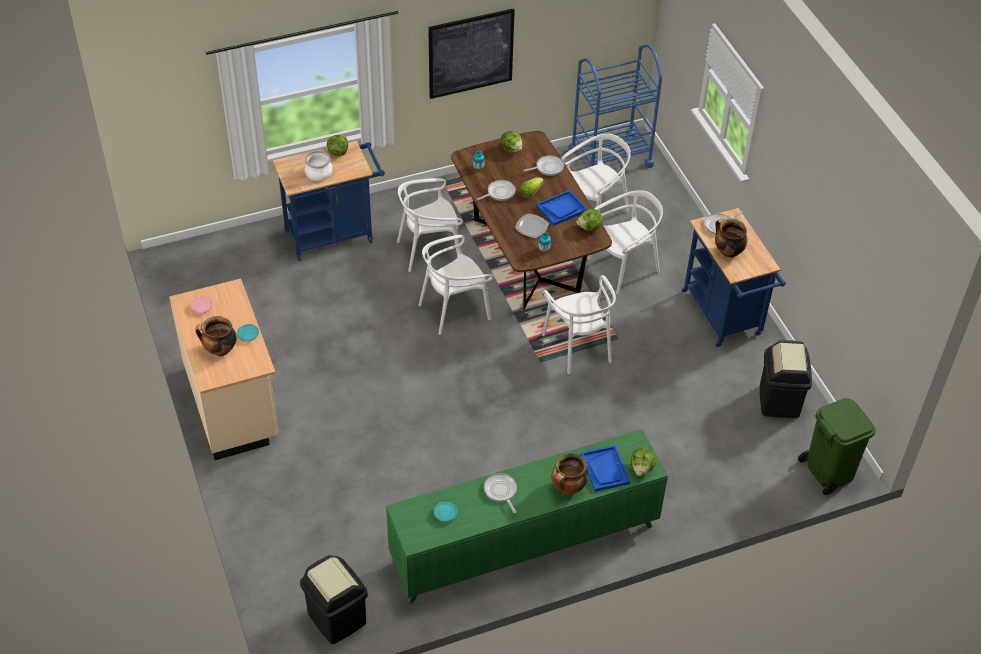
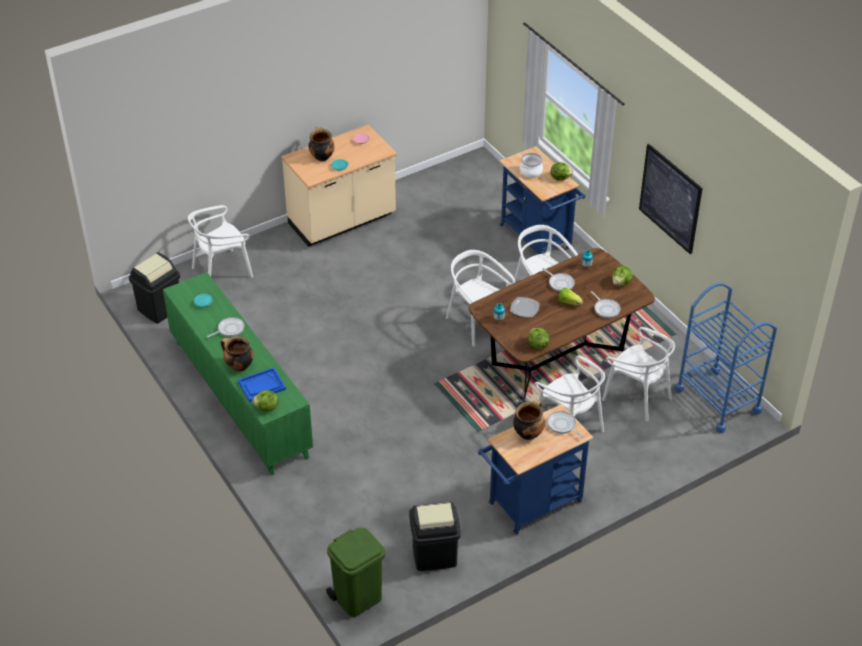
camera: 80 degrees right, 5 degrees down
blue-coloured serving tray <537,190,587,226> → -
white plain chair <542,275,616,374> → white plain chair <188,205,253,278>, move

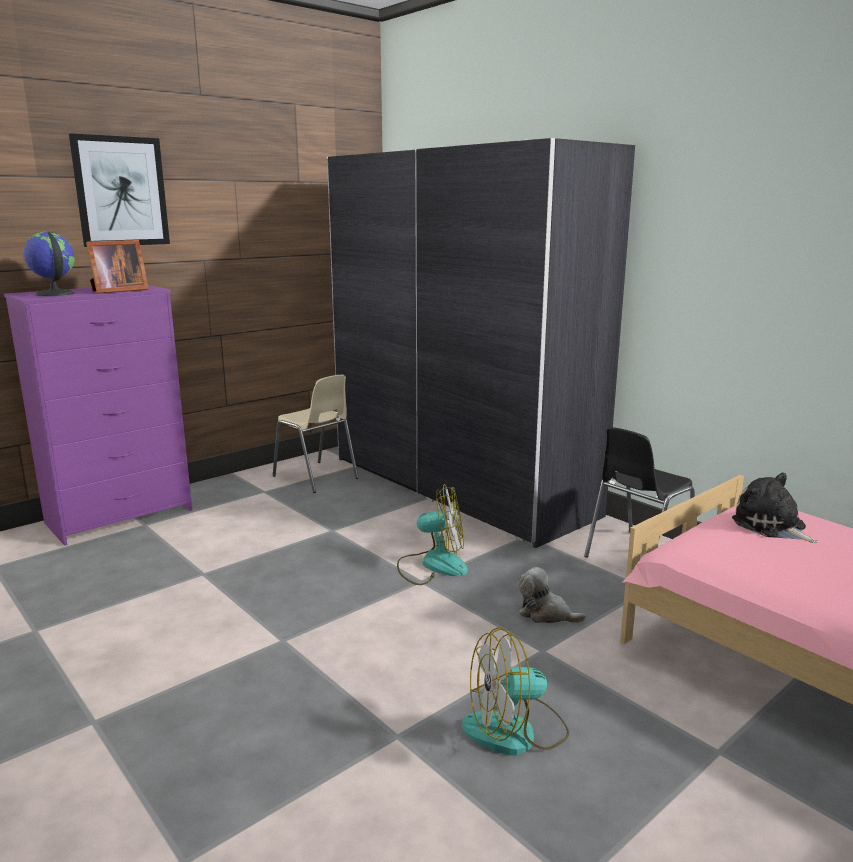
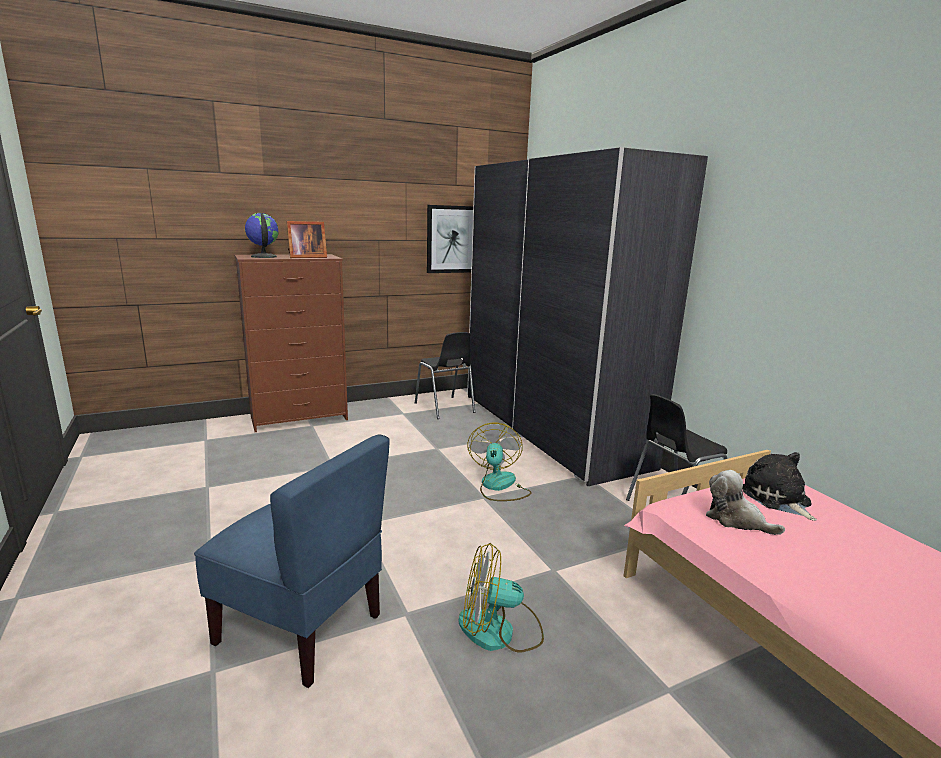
camera: 15 degrees right, 0 degrees up
wall picture <69,133,170,247> → wall picture <427,205,473,273>, move
purplish dresser <4,285,192,546> → brownish dresser <235,254,348,432>
beige-coloured plain chair <273,375,358,493> → black-coloured plain chair <415,332,475,419>
cooling fan <397,484,468,585> → cooling fan <467,423,531,501>, 105 degrees counterclockwise
plush toy <519,567,587,623> → plush toy <706,470,785,535>, move
- → blue-coloured plain chair <194,434,390,688>

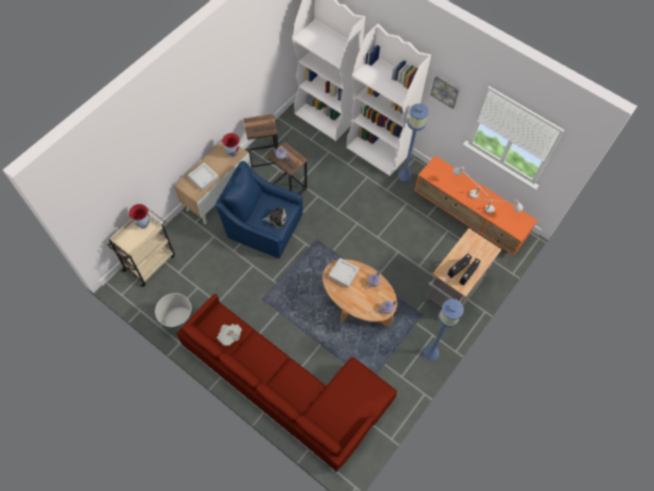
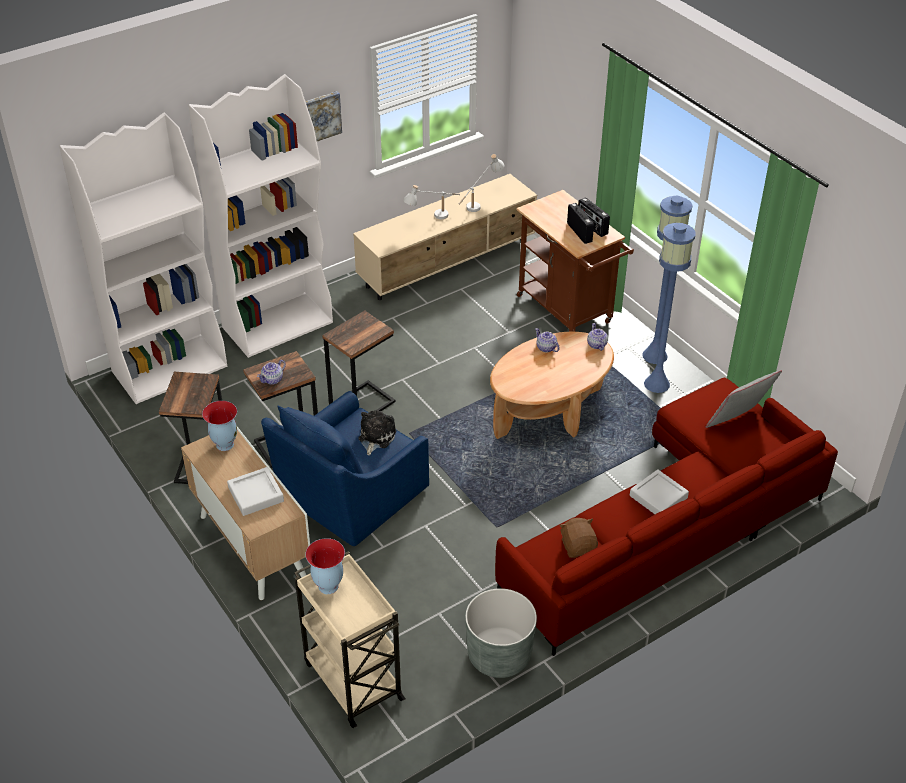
camera: 70 degrees left, 20 degrees down
blue-coloured standard lamp <398,103,429,181> → blue-coloured standard lamp <644,223,695,393>, move
orange-coloured tv unit <414,156,538,256> → beige-coloured tv unit <353,174,537,300>
greyish trolley <424,228,502,307> → brownish trolley <517,190,634,332>
greyish serving tray <329,258,359,288> → greyish serving tray <630,469,689,514>, move
printed paper <217,324,242,346> → brownish plush toy <559,518,598,558>
- → accent table <322,310,396,411>
- → greyish pillow <706,370,782,428>

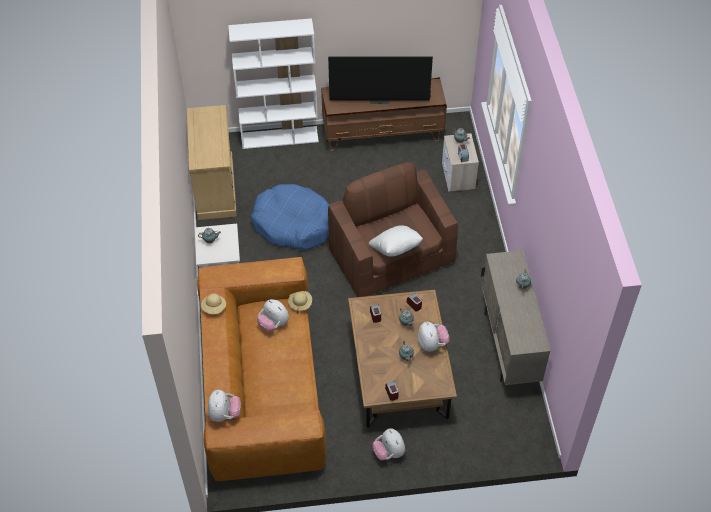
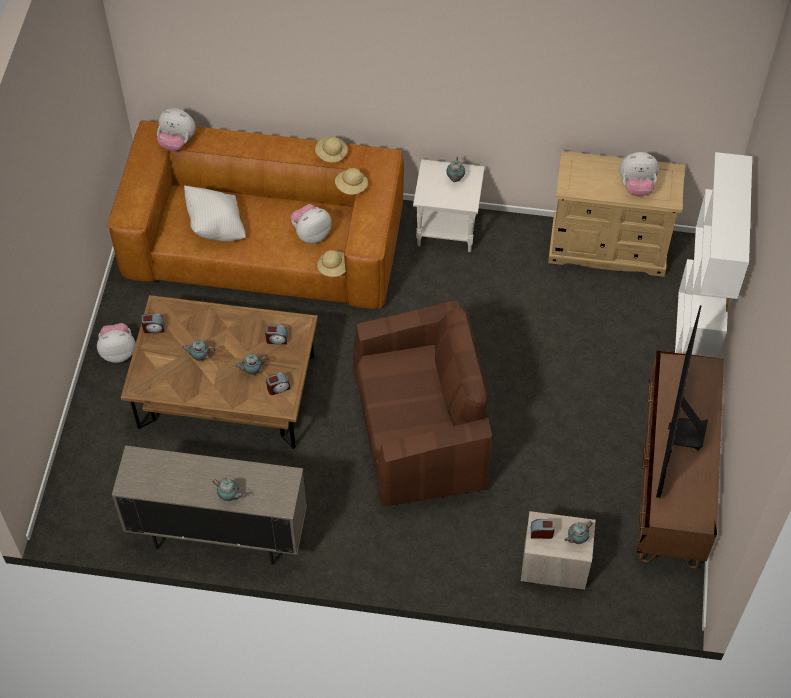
camera: 105 degrees right, 5 degrees up
blue-coloured dog bed <251,184,329,250> → -
white pillow <369,225,423,257> → white pillow <184,185,246,241>, move
plush toy <418,322,450,351> → plush toy <619,152,659,197>, move
- → beige-coloured hat <335,168,368,195>

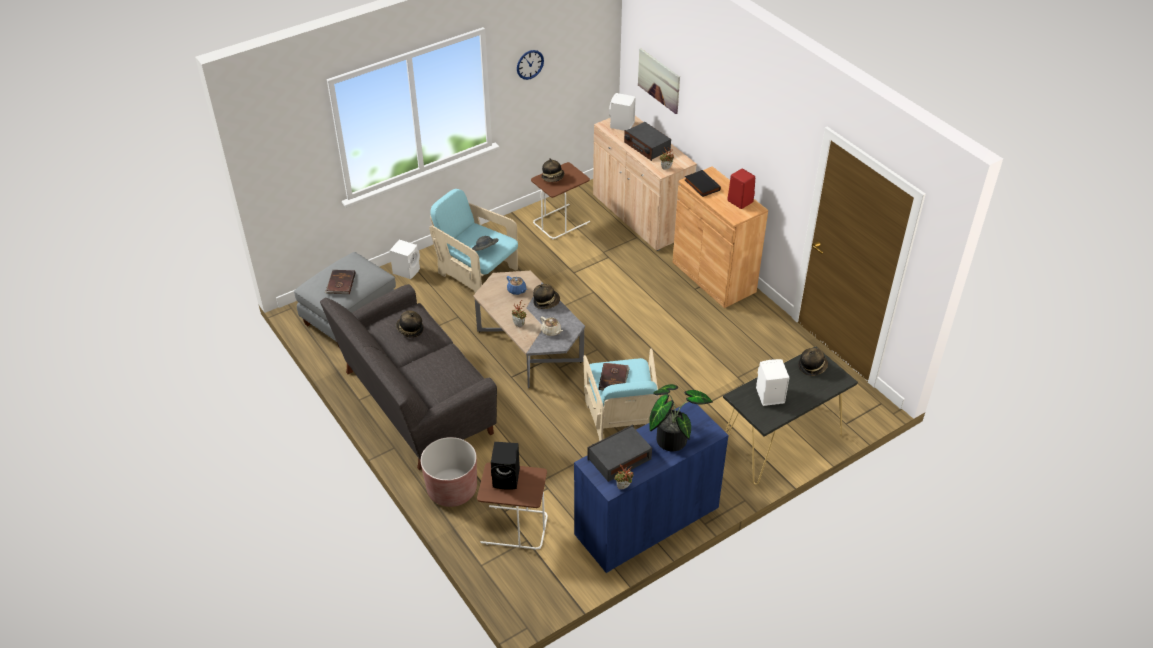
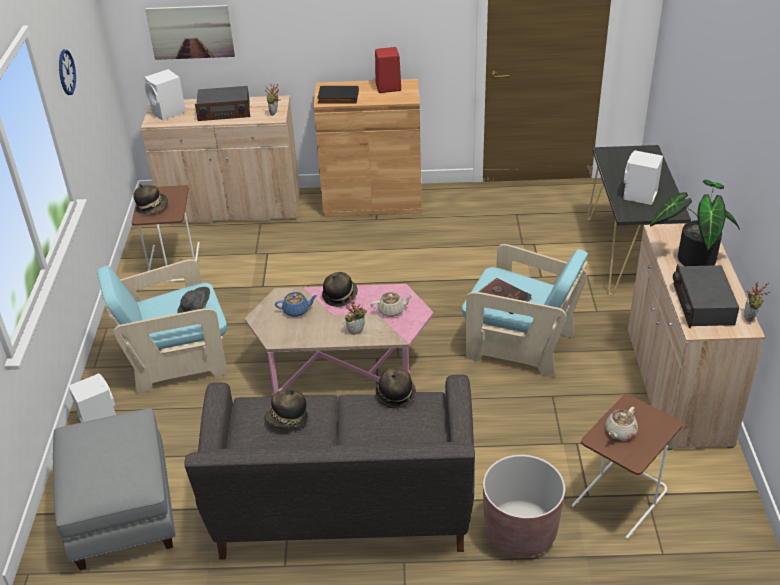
camera: 55 degrees left, 5 degrees down
brownish bound book <325,270,356,294> → -
greyish low table <473,271,585,388> → pinkish low table <245,284,433,394>
hat <798,348,828,376> → hat <376,367,416,409>, move
blue-coloured cabinet <574,402,729,573> → beige-coloured cabinet <628,224,765,450>
black-coloured speaker <491,442,520,490> → beige-coloured tea pot <605,407,638,440>

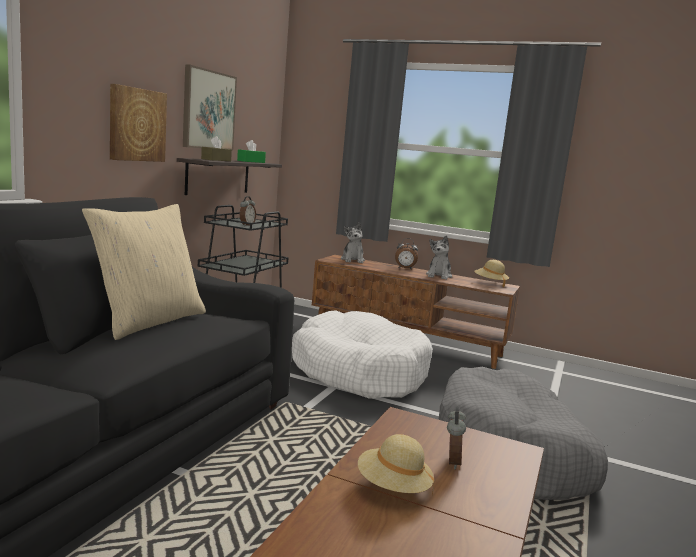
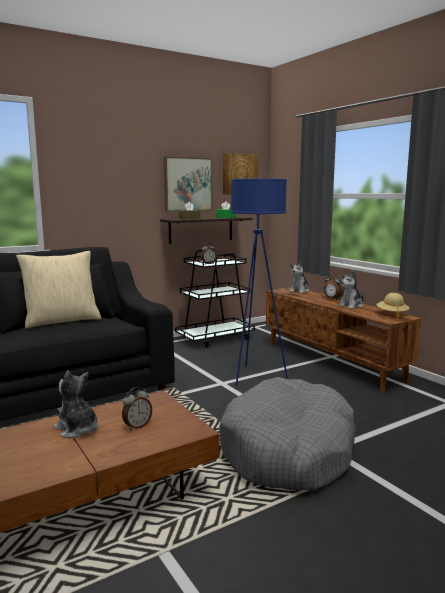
camera: 35 degrees right, 0 degrees up
wall picture <110,84,167,162> → wall picture <223,153,258,194>, move
white dog bed <292,310,433,399> → blue-coloured standard lamp <231,179,288,386>
beige-coloured hat <358,434,434,495> → plush toy <54,370,98,438>

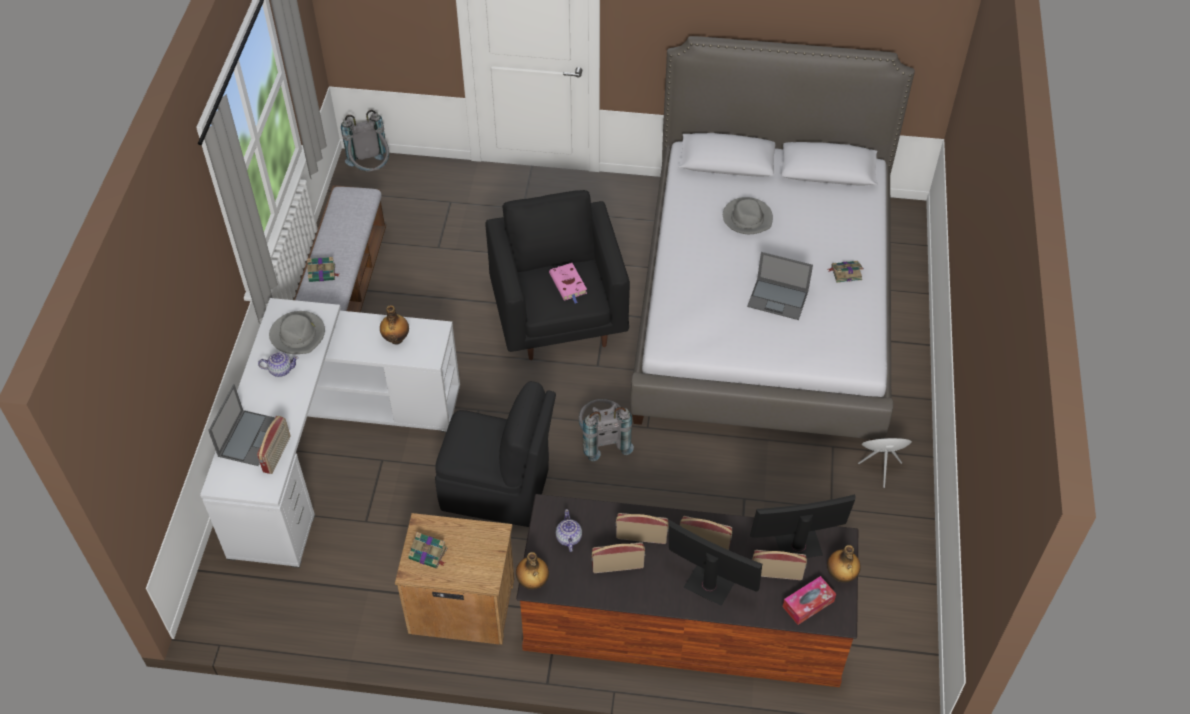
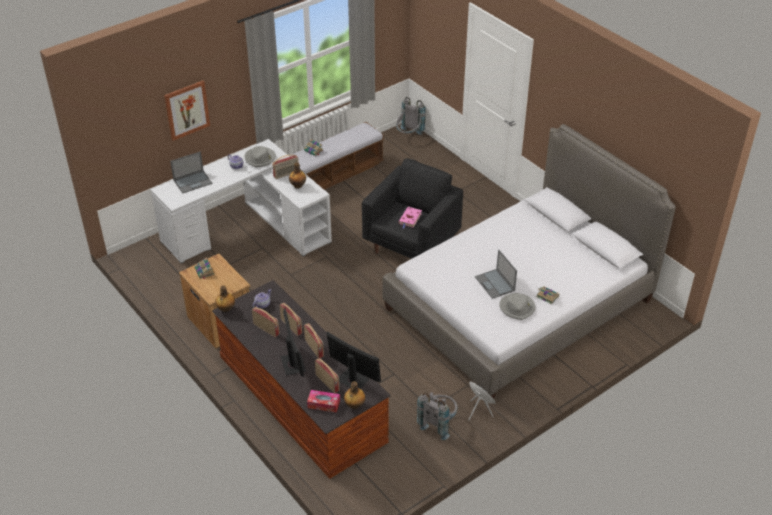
camera: 45 degrees right, 10 degrees down
greyish hat <723,197,773,234> → greyish hat <499,293,536,320>, move
black-coloured plain chair <435,381,556,527> → -
greyish knapsack <579,399,634,462> → greyish knapsack <417,392,458,440>, move
radio <257,416,290,474> → radio <272,155,299,179>, move
- → wall picture <164,81,210,141>

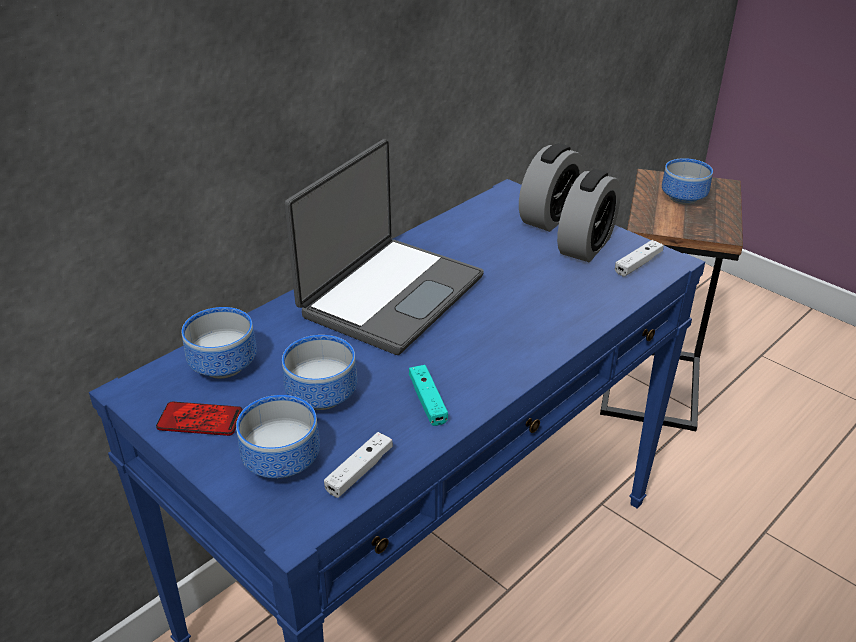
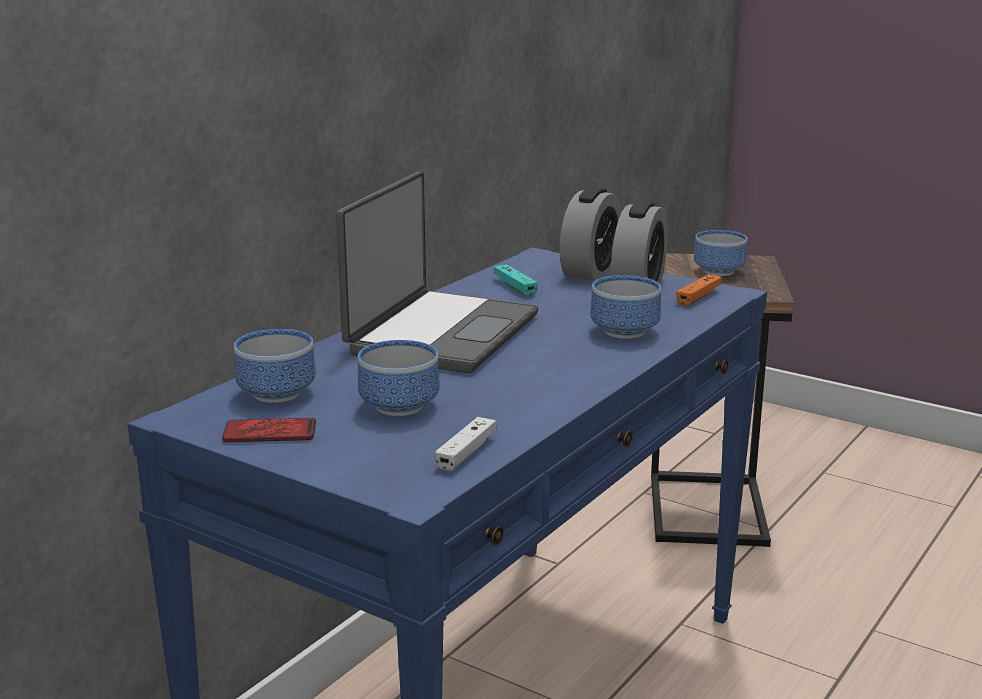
camera: 10 degrees left, 15 degrees down
white joypad <615,240,664,276> → orange-coloured joypad <676,274,722,306>
turquoise joypad <409,365,448,426> → turquoise joypad <494,264,538,296>, move
deep dish <236,395,320,478> → deep dish <591,275,661,339>, move

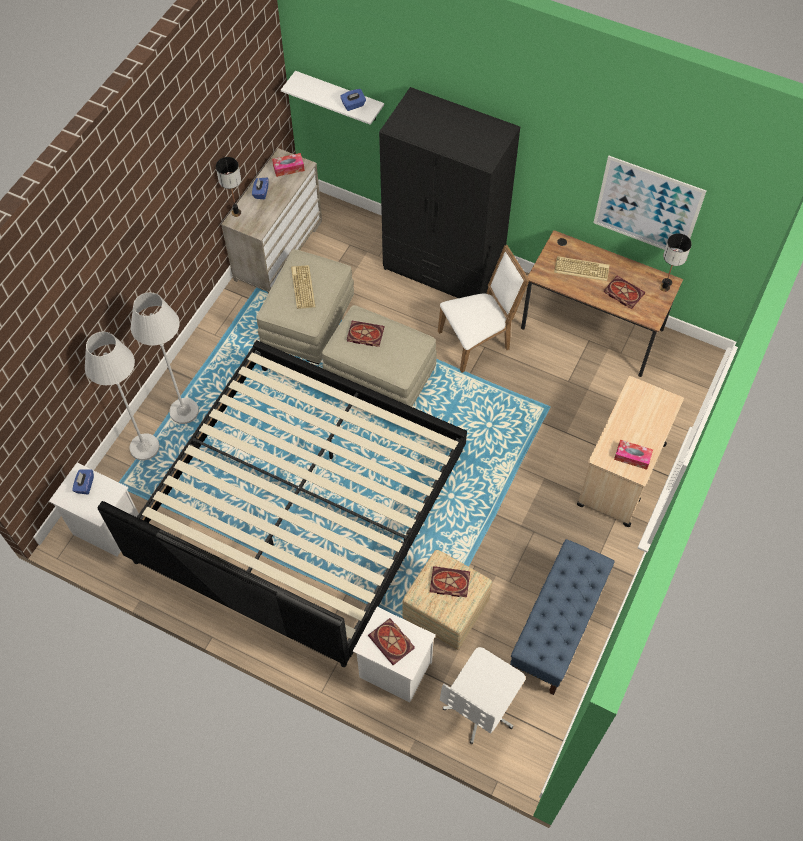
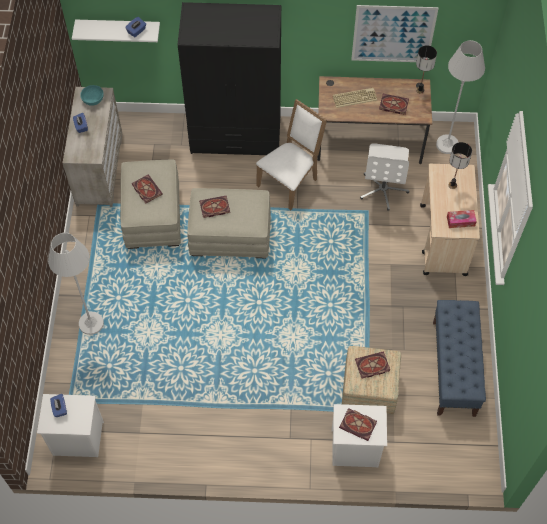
camera: 25 degrees left, 0 degrees up
box of tissues <272,153,305,177> → turquoise deep dish <80,85,104,106>
lamp for a table <216,157,241,217> → lamp for a table <449,142,472,189>, move
computer keyboard <291,265,315,309> → bound book <132,175,163,203>
white standard lamp <85,332,160,460> → white standard lamp <436,40,485,154>, move
bedroom bed <98,340,467,667> → -
white computer chair <440,647,526,744> → white computer chair <360,143,409,210>, move

